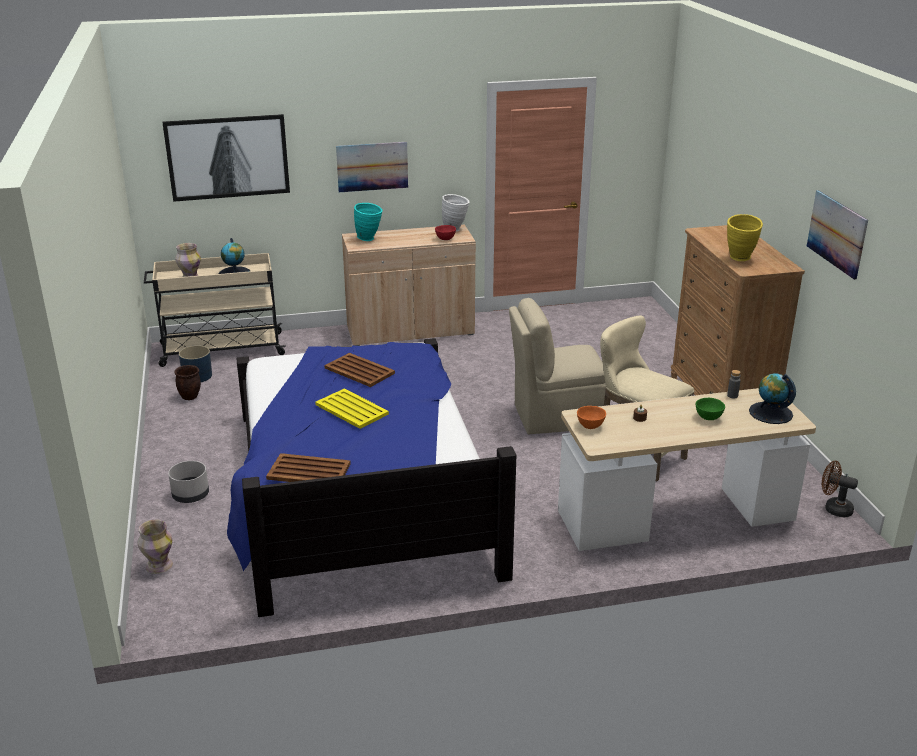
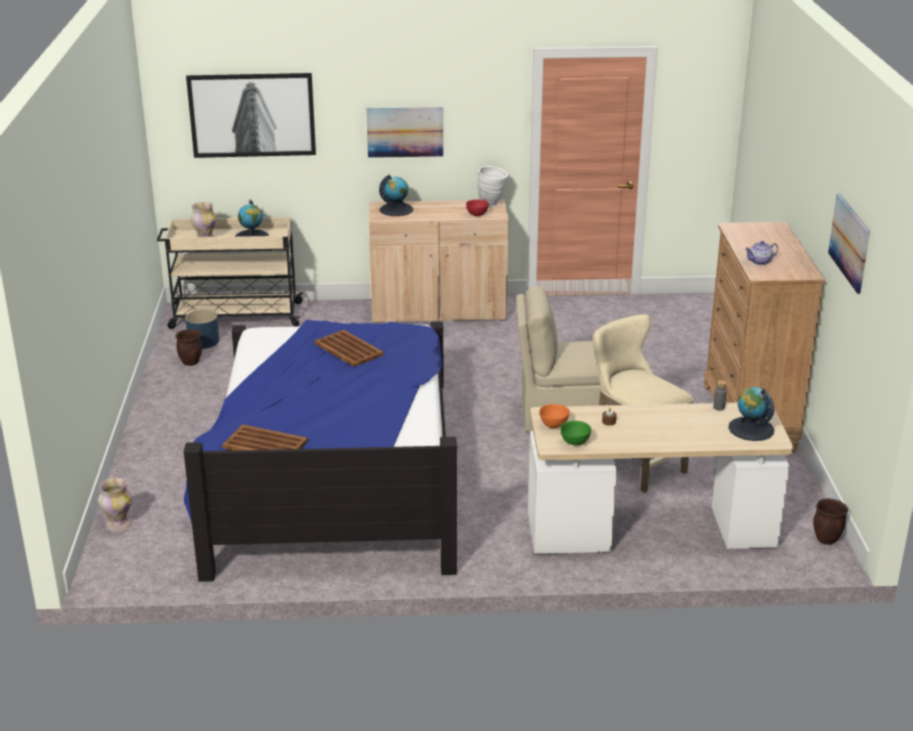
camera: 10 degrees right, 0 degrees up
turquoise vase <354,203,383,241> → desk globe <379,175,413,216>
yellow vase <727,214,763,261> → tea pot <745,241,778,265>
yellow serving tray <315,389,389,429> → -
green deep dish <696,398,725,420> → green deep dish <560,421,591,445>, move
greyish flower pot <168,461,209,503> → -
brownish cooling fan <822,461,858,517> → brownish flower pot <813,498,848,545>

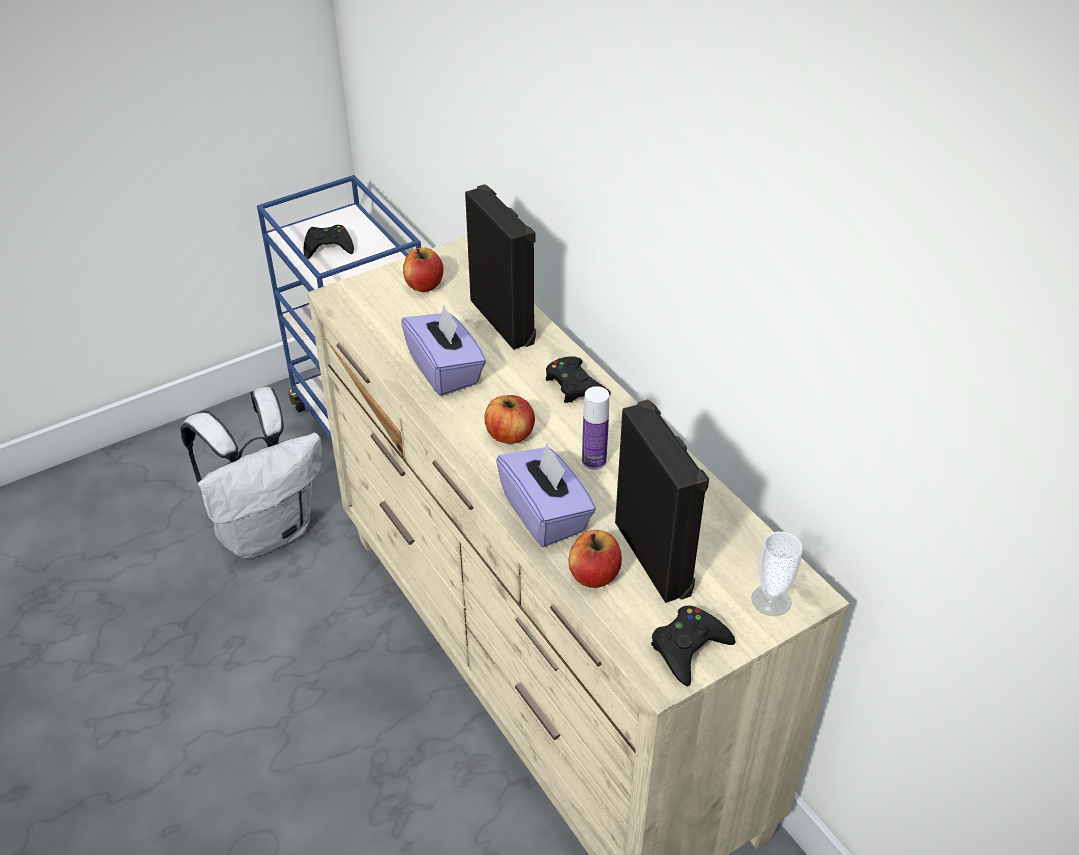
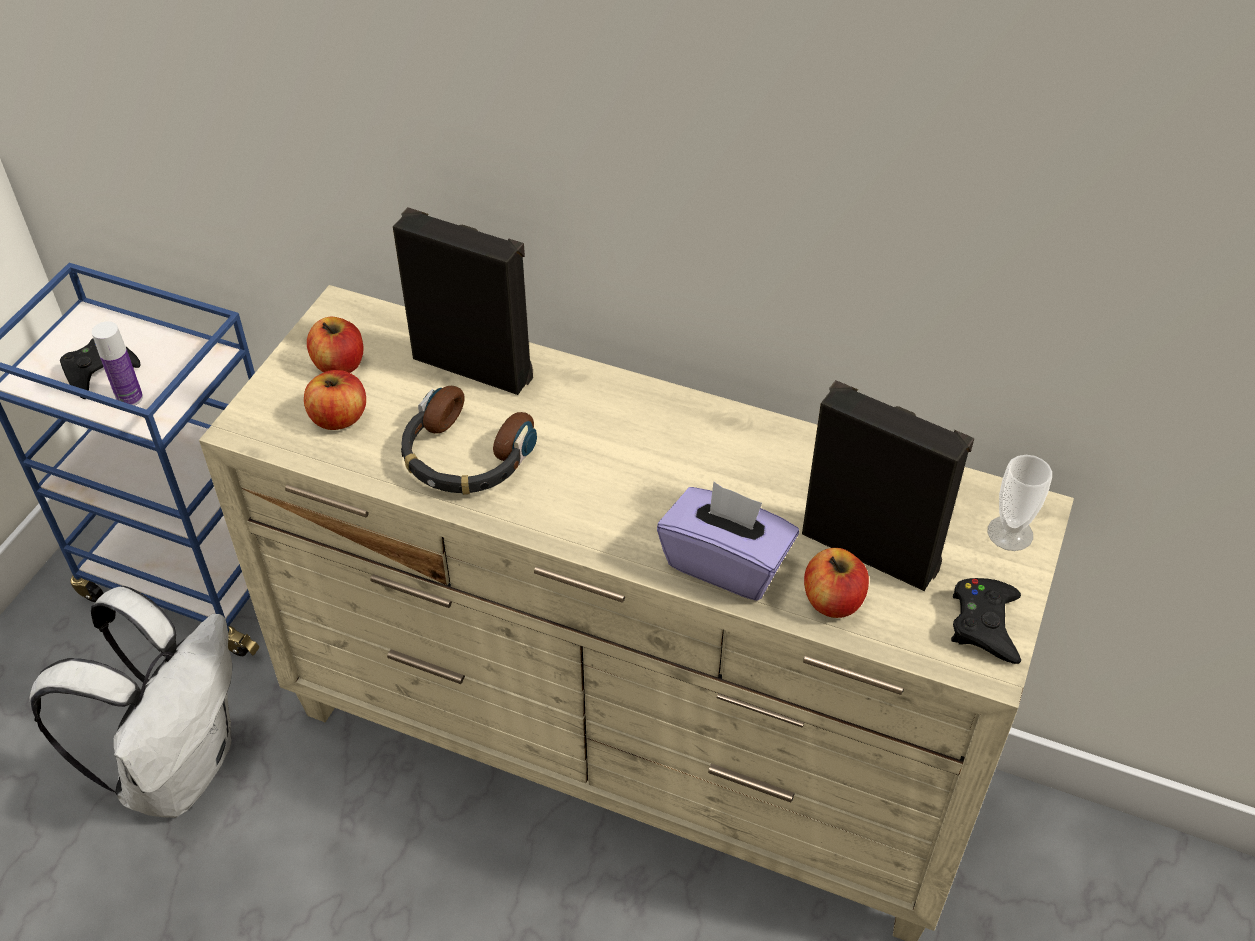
camera: 35 degrees left, 5 degrees up
purplish box of tissues <401,305,486,396> → pair of headphones <401,386,537,495>
black-coloured joypad <545,357,611,403> → -
bottle <582,386,609,470> → bottle <92,321,143,406>, move
apple fruit <484,395,535,444> → apple fruit <304,370,366,430>, move

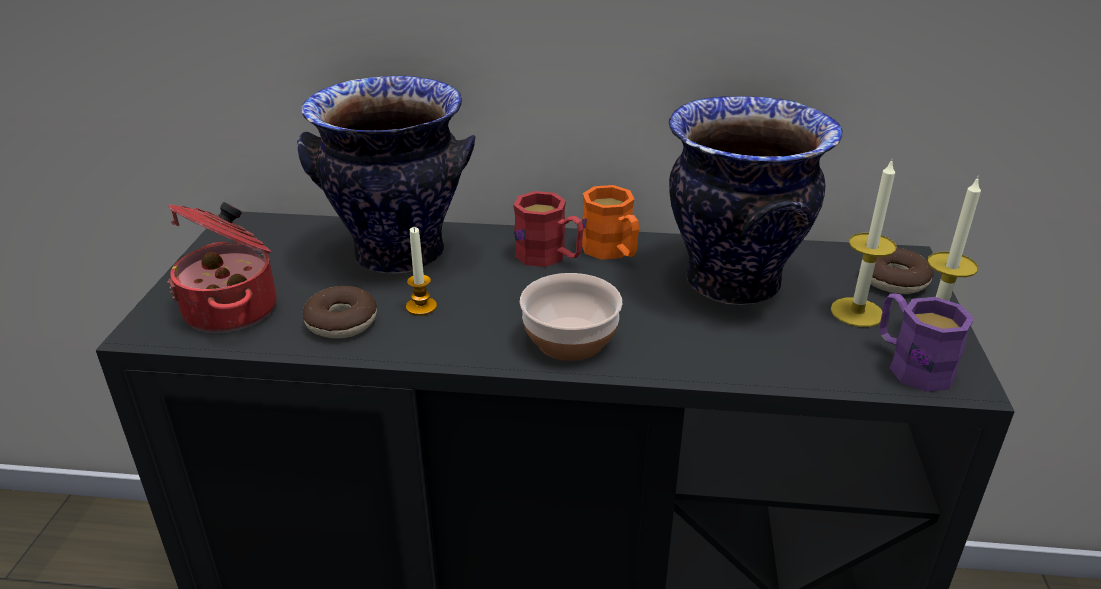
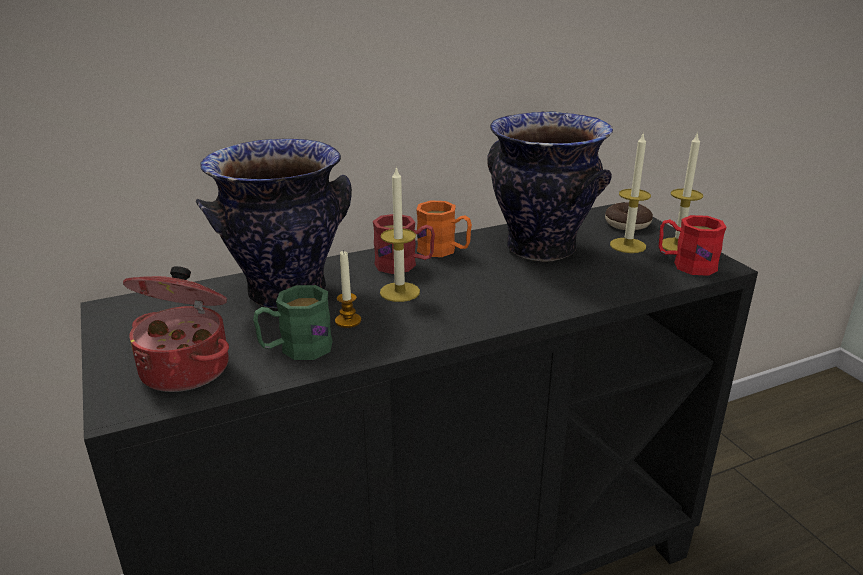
camera: 30 degrees left, 5 degrees down
deep dish <520,273,622,361> → -
donut <303,286,377,338> → green tea mug <253,285,333,360>
purplish tea mug <879,293,974,392> → reddish tea mug <659,215,727,276>
- → candle <380,166,420,302>

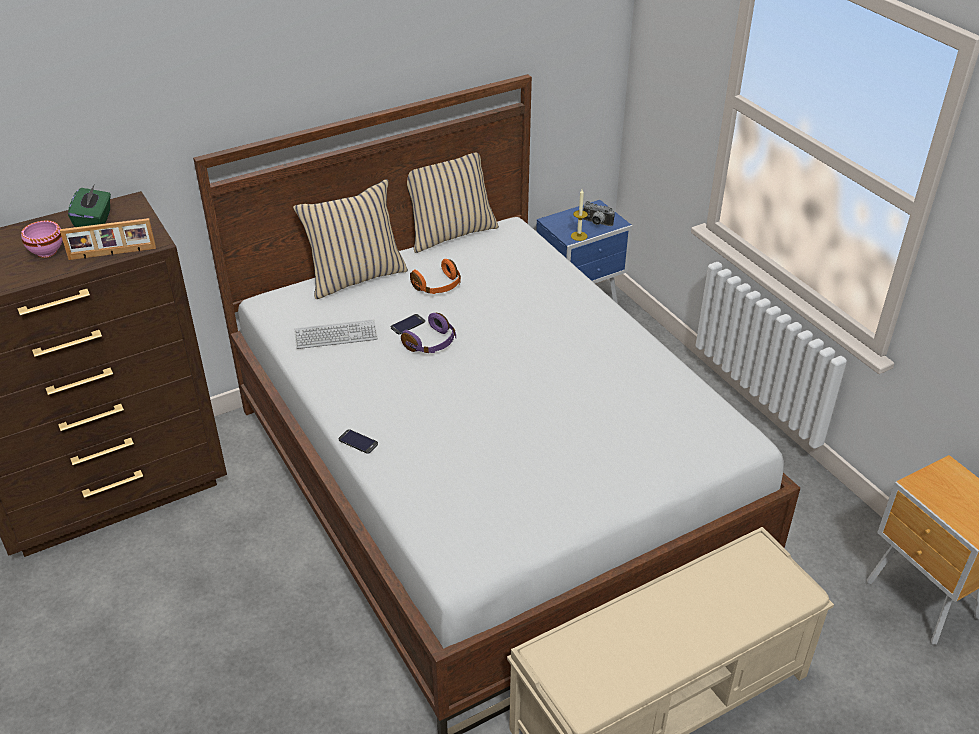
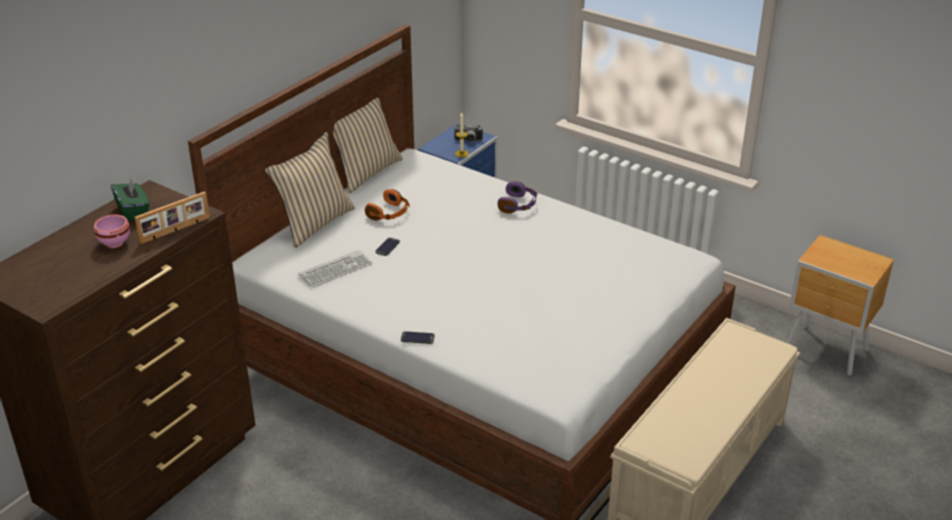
camera: 25 degrees left, 5 degrees down
purplish pair of headphones <401,313,456,353> → purplish pair of headphones <498,181,537,214>, move

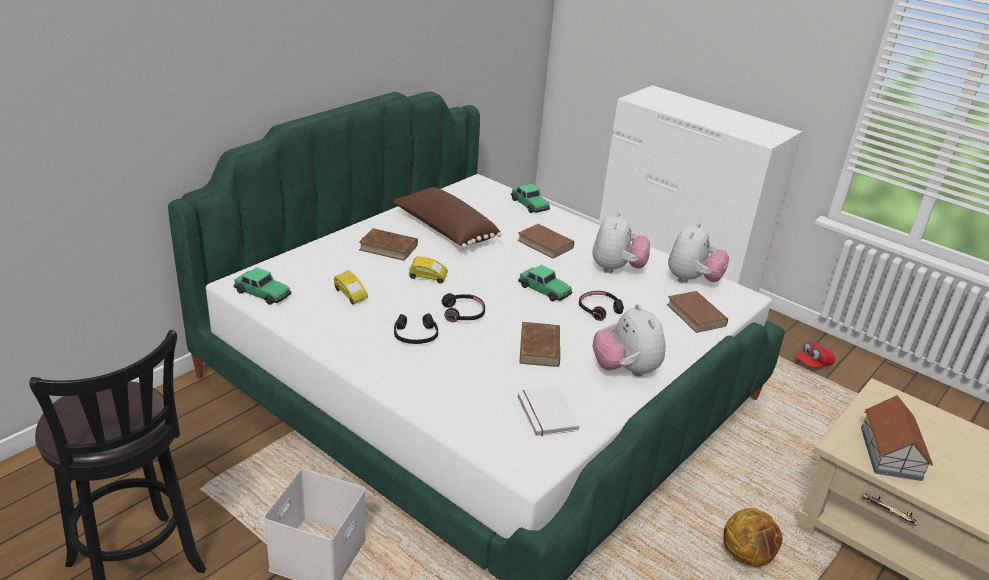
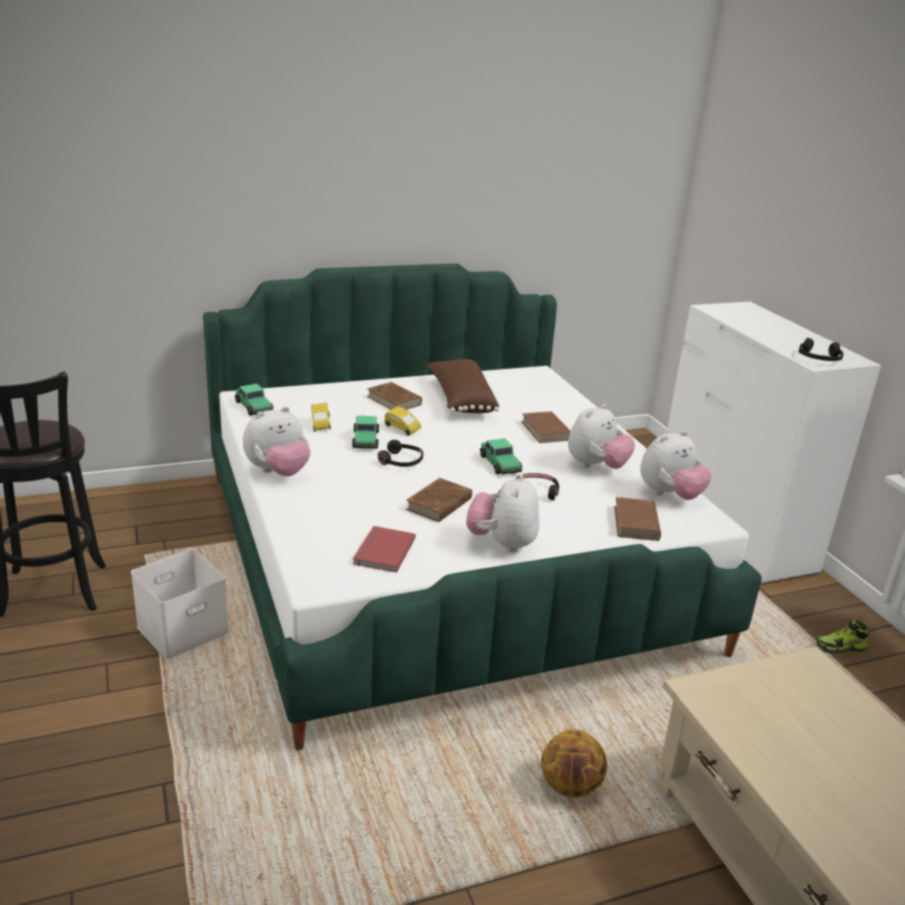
camera: 30 degrees right, 5 degrees down
miniature car <511,184,550,213> → miniature car <352,416,379,449>, move
black-coloured pair of headphones <394,313,438,344> → black-coloured pair of headphones <799,338,844,361>, move
reddish cap <795,341,835,368> → shoe <816,619,869,655>
white bound book <517,386,579,437> → reddish bound book <353,526,416,573>
miniature house <861,395,933,481> → -
- → plush toy <243,406,310,476>

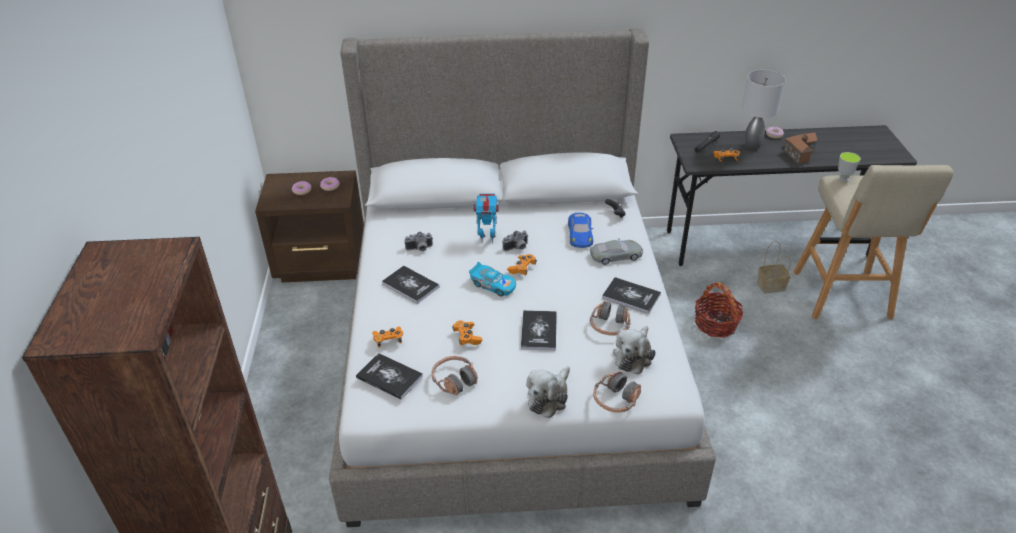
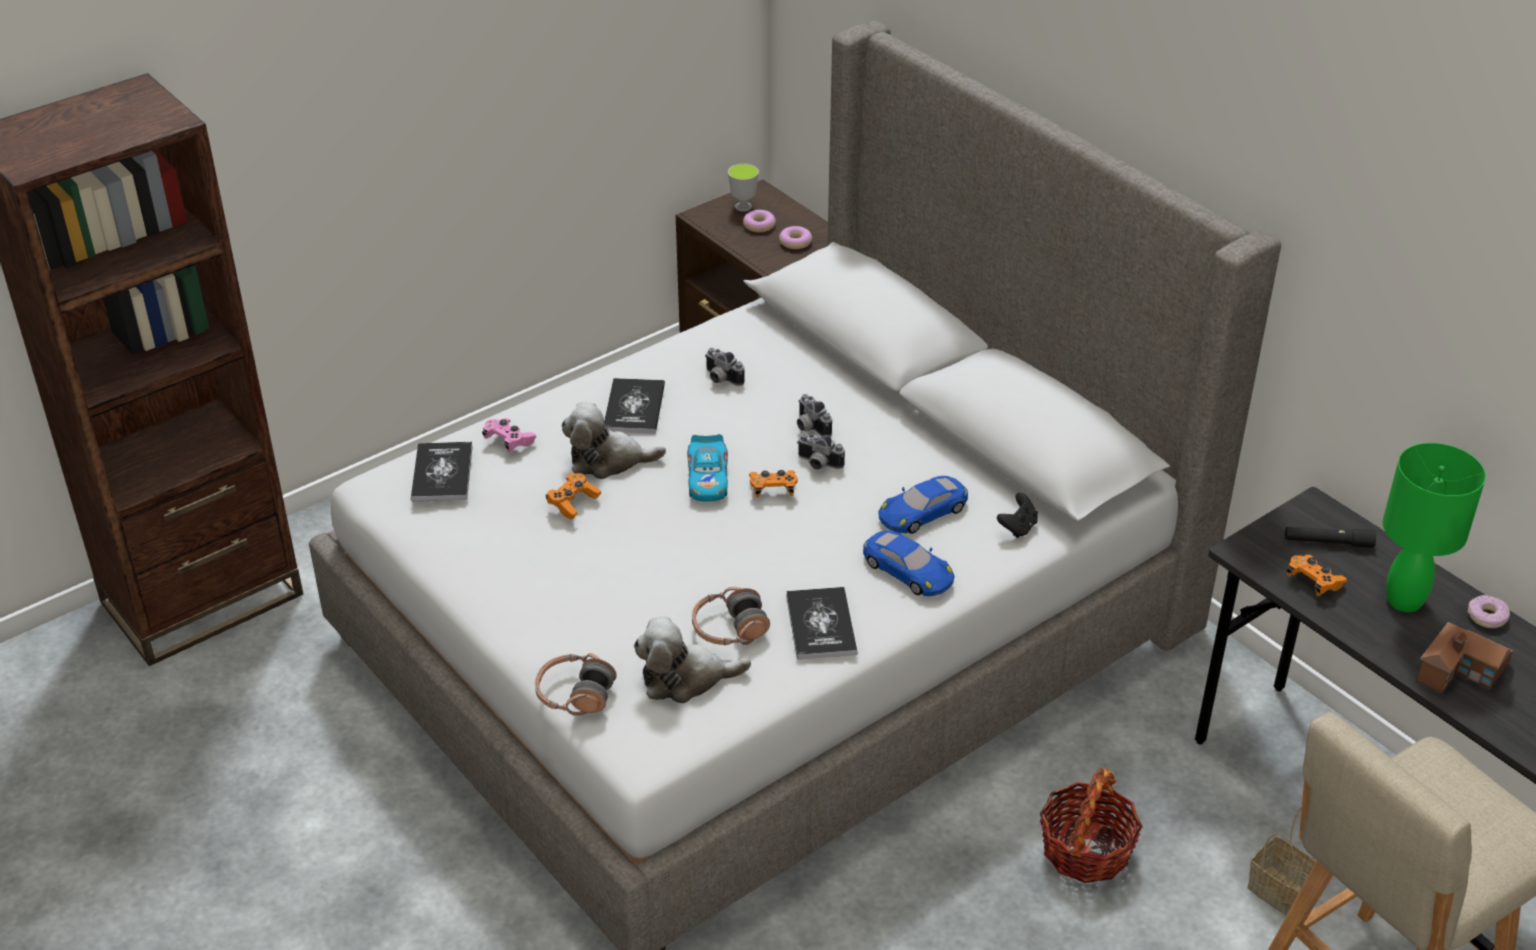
camera: 55 degrees right, 0 degrees up
greyish lamp for a table <742,70,786,150> → green lamp for a table <1383,443,1486,612>
drinking cup <838,152,861,182> → drinking cup <728,164,759,212>, move
robot figure <474,193,499,244> → still camera <797,394,832,437>
greyish miniature car <590,239,643,265> → blue-coloured miniature car <863,530,954,596>
bound book <521,310,557,351> → -
orange-coloured joypad <372,326,403,348> → pinkish joypad <482,418,536,452>
pair of headphones <432,356,477,395> → -
plush toy <526,366,570,418> → plush toy <562,402,666,479>, move

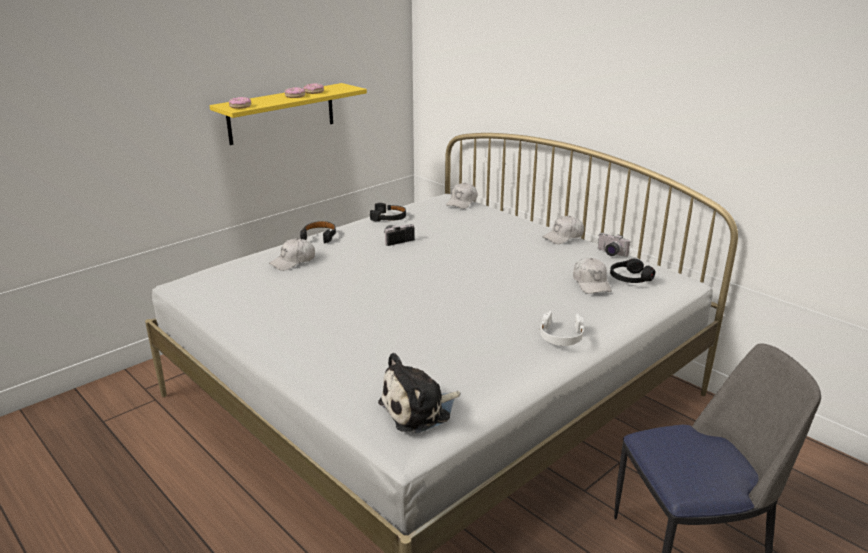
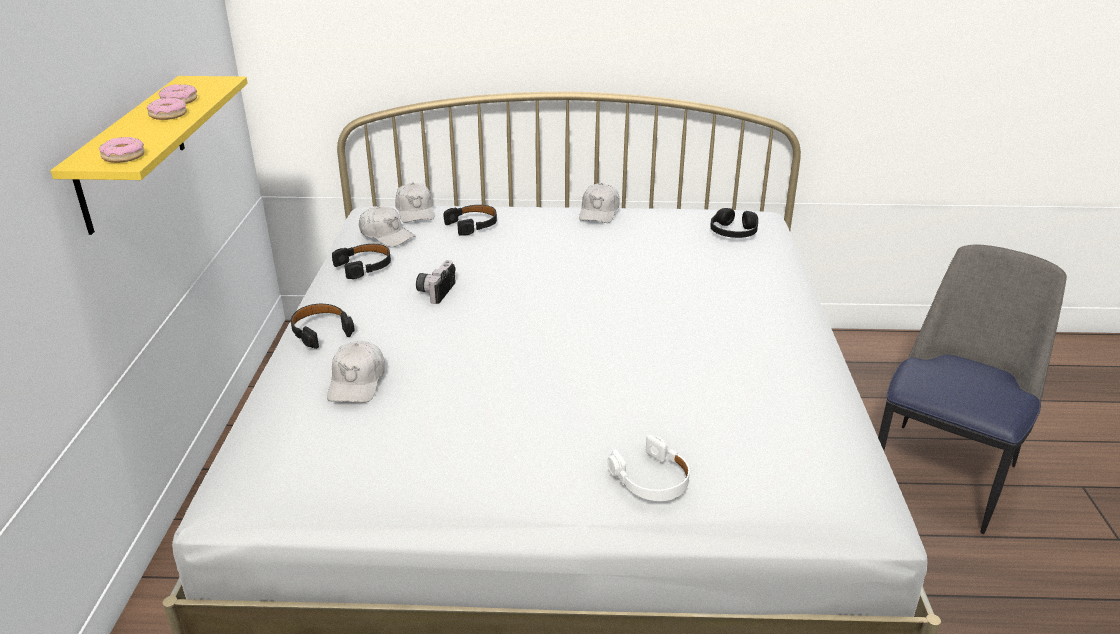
camera: 45 degrees left, 5 degrees up
still camera <598,233,630,257> → -
white cap <573,258,612,294> → white cap <359,206,415,247>, move
white pair of headphones <540,311,585,346> → white pair of headphones <607,435,690,501>, move
plush toy <378,353,460,433> → -
- → black-coloured pair of headphones <443,205,497,236>

